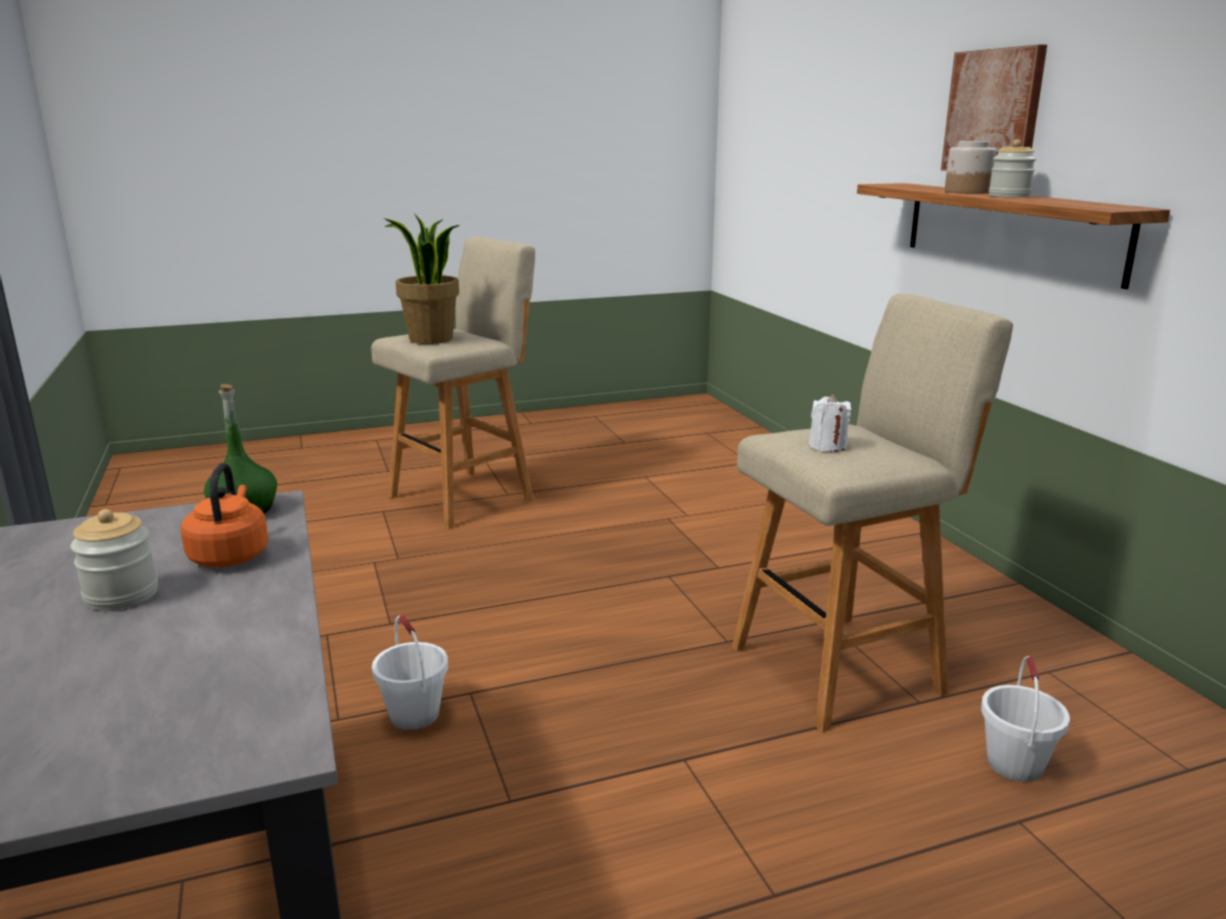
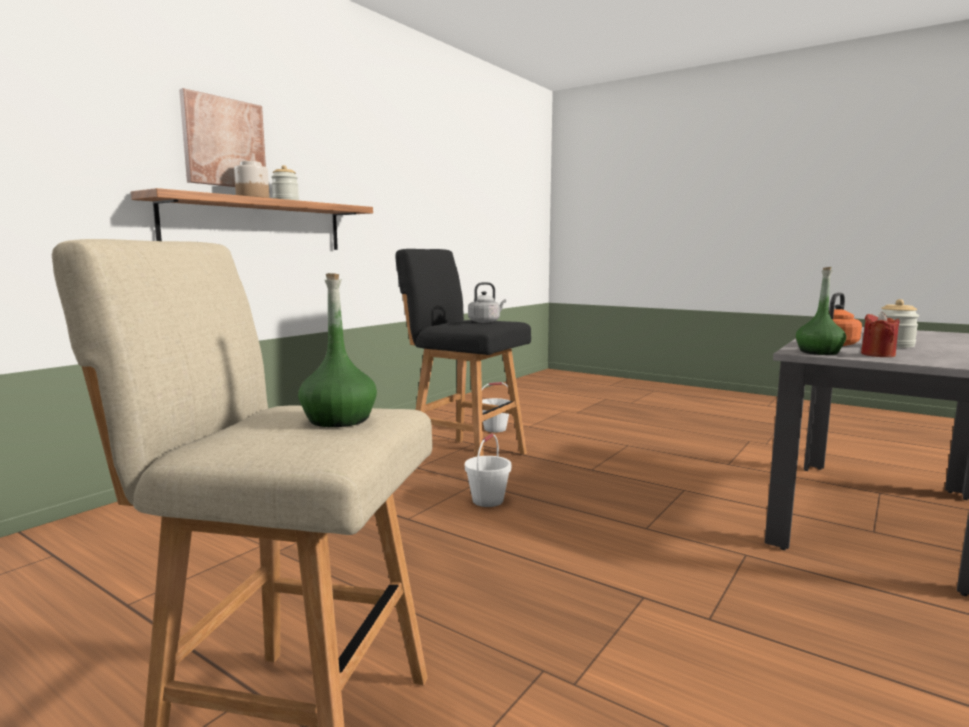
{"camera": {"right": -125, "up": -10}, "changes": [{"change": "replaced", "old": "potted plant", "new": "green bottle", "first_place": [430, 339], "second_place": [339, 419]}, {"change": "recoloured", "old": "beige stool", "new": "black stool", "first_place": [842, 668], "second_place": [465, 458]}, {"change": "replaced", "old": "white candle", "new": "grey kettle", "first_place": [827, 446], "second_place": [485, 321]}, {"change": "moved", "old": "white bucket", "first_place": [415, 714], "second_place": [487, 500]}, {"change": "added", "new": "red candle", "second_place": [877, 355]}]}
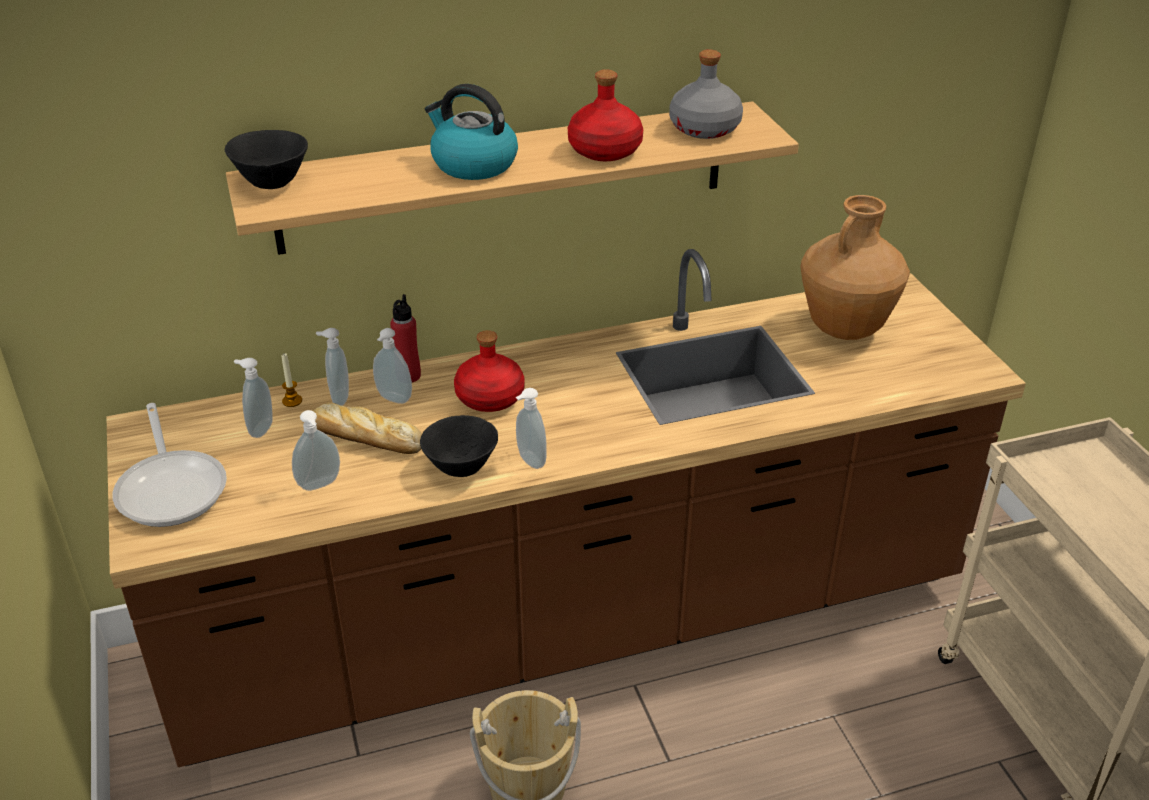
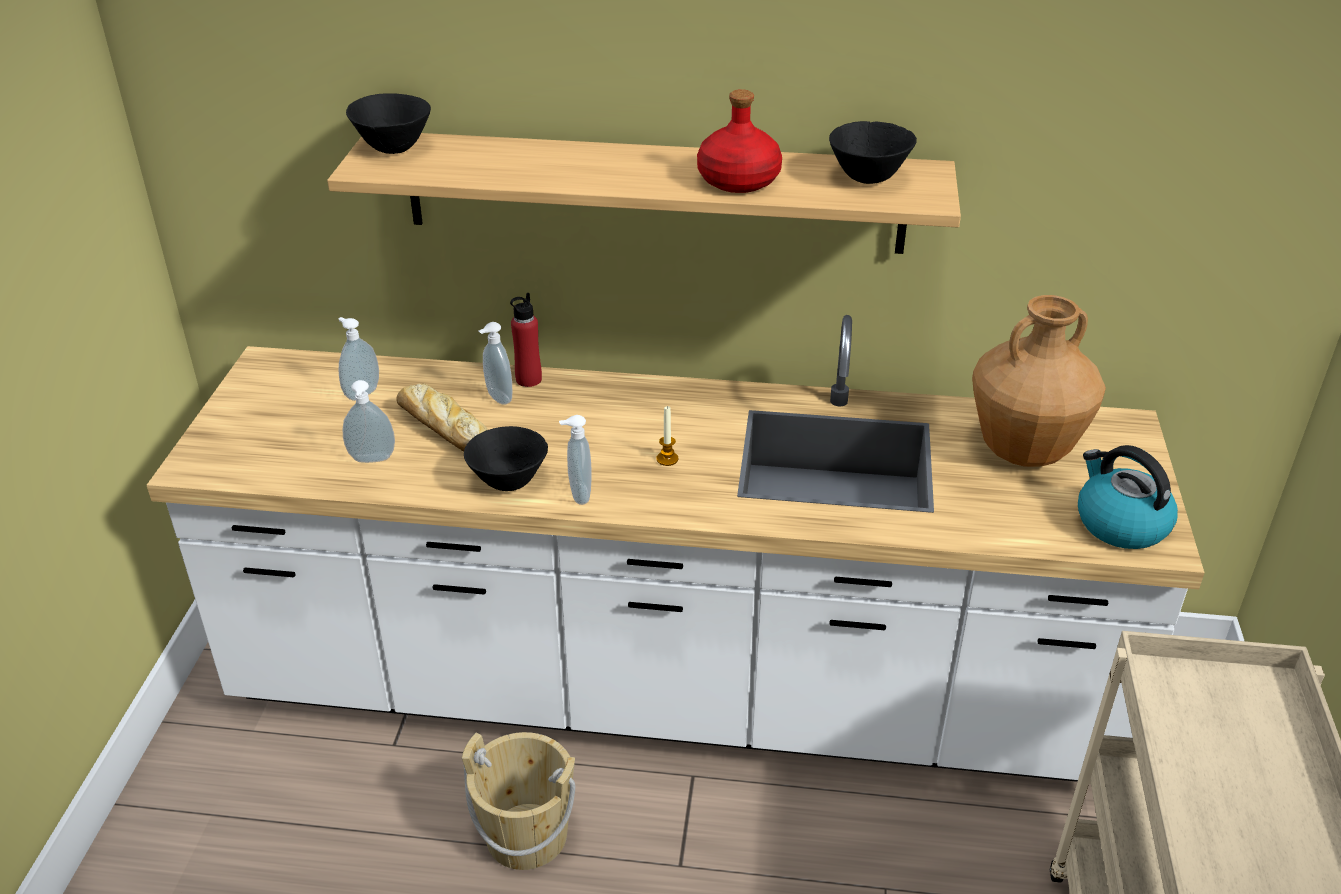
{"camera": {"right": 25, "up": 0}, "changes": [{"change": "replaced", "old": "grey bottle", "new": "black bowl", "first_place": [704, 128], "second_place": [867, 179]}, {"change": "moved", "old": "kettle", "first_place": [473, 164], "second_place": [1120, 523]}, {"change": "recoloured", "old": "brown counter", "new": "white counter", "first_place": [574, 624], "second_place": [670, 692]}, {"change": "removed", "old": "soap dispenser", "first_place": [338, 398]}, {"change": "removed", "old": "red bottle", "first_place": [490, 397]}, {"change": "moved", "old": "candle", "first_place": [292, 401], "second_place": [667, 459]}, {"change": "removed", "old": "frying pan", "first_place": [172, 488]}]}
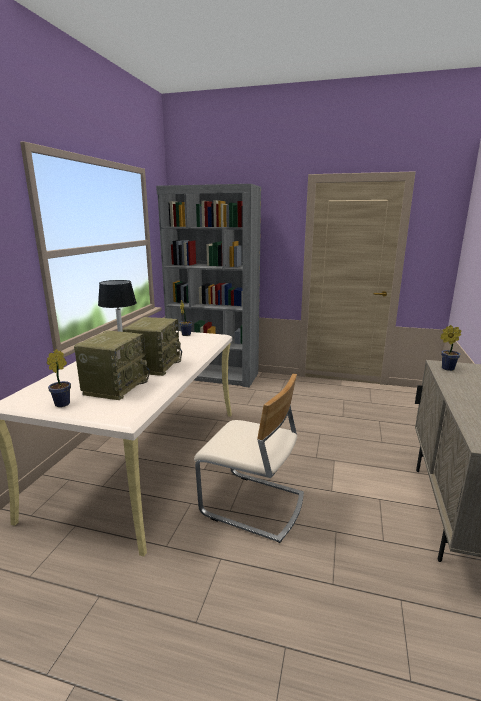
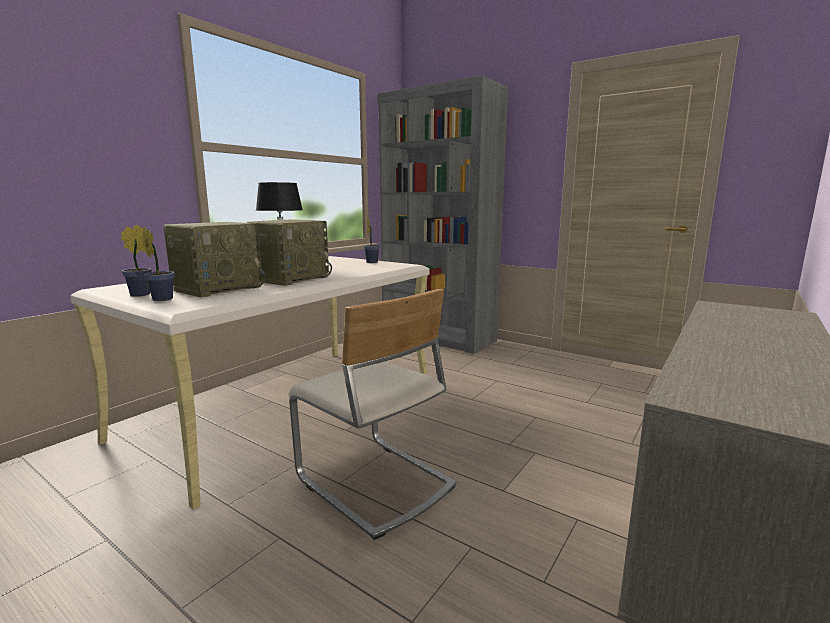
{"camera": {"right": 20, "up": -5}, "changes": [{"change": "moved", "old": "potted plant", "first_place": [446, 368], "second_place": [162, 299]}]}
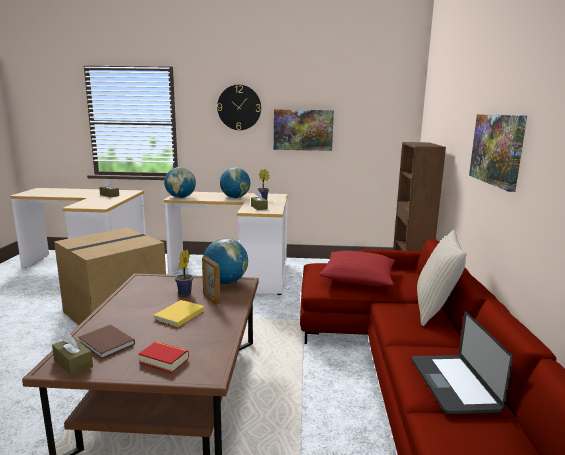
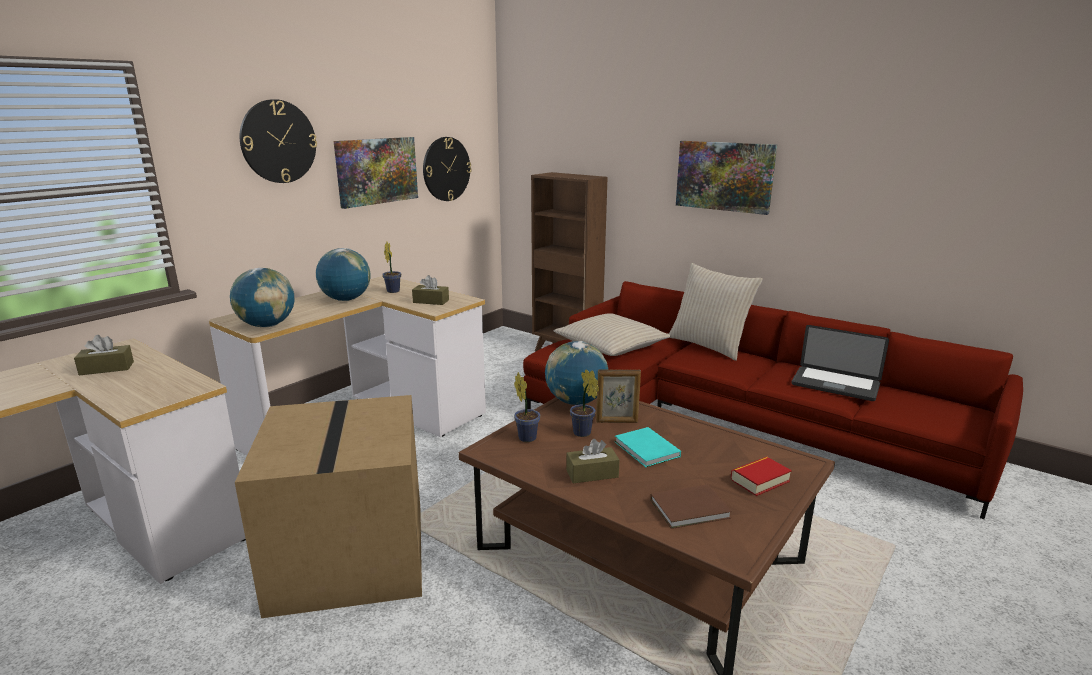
{"camera": {"right": -55, "up": 5}, "changes": [{"change": "recoloured", "old": "red pillow", "new": "beige pillow", "first_place": [358, 277], "second_place": [610, 346]}, {"change": "recoloured", "old": "yellow book", "new": "turquoise book", "first_place": [178, 315], "second_place": [647, 450]}, {"change": "moved", "old": "brown tissue box", "first_place": [73, 363], "second_place": [592, 474]}, {"change": "added", "new": "wall clock", "second_place": [446, 169]}, {"change": "added", "new": "potted plant", "second_place": [526, 437]}]}
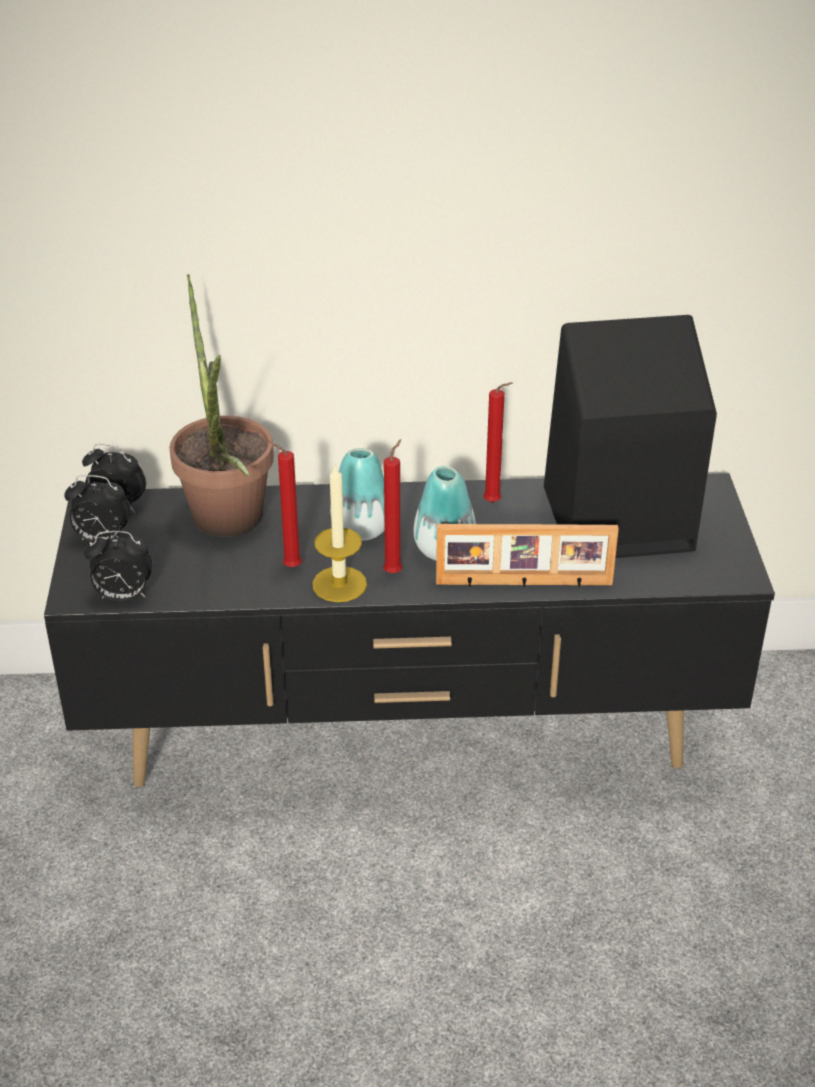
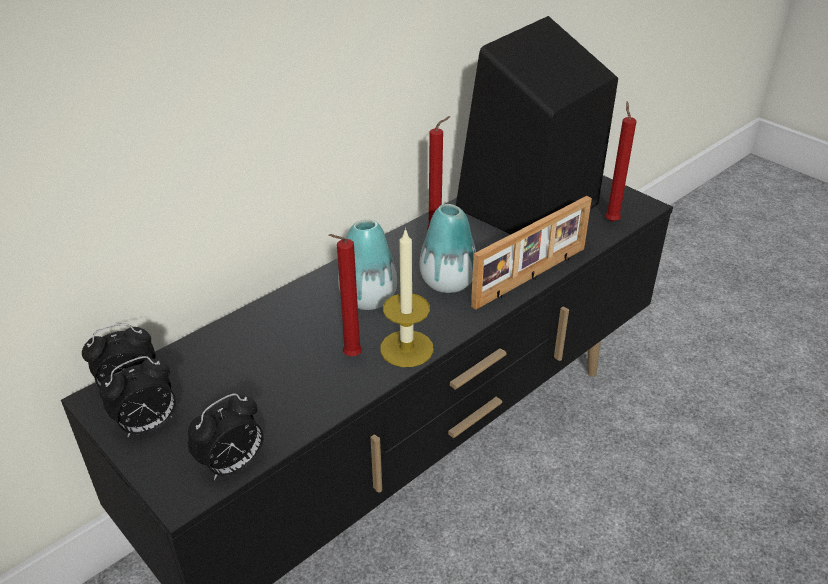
{"camera": {"right": -40, "up": 0}, "changes": [{"change": "removed", "old": "potted plant", "first_place": [229, 526]}, {"change": "moved", "old": "red candle", "first_place": [394, 571], "second_place": [611, 220]}]}
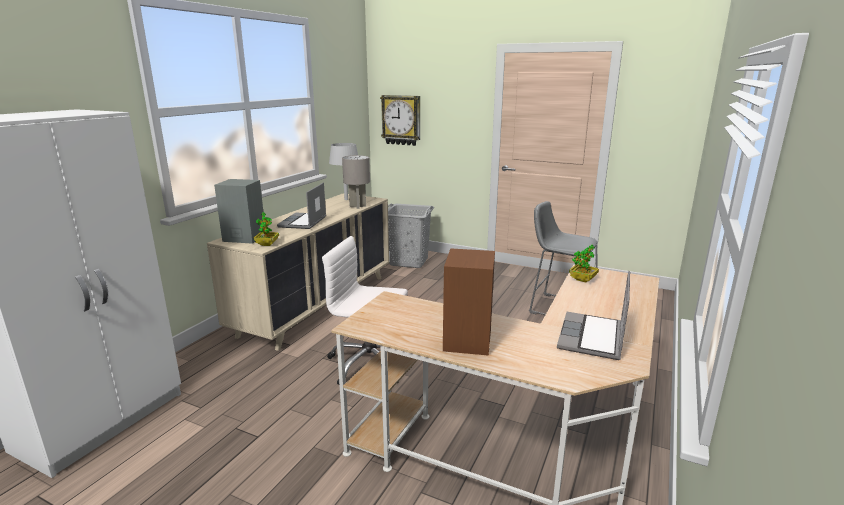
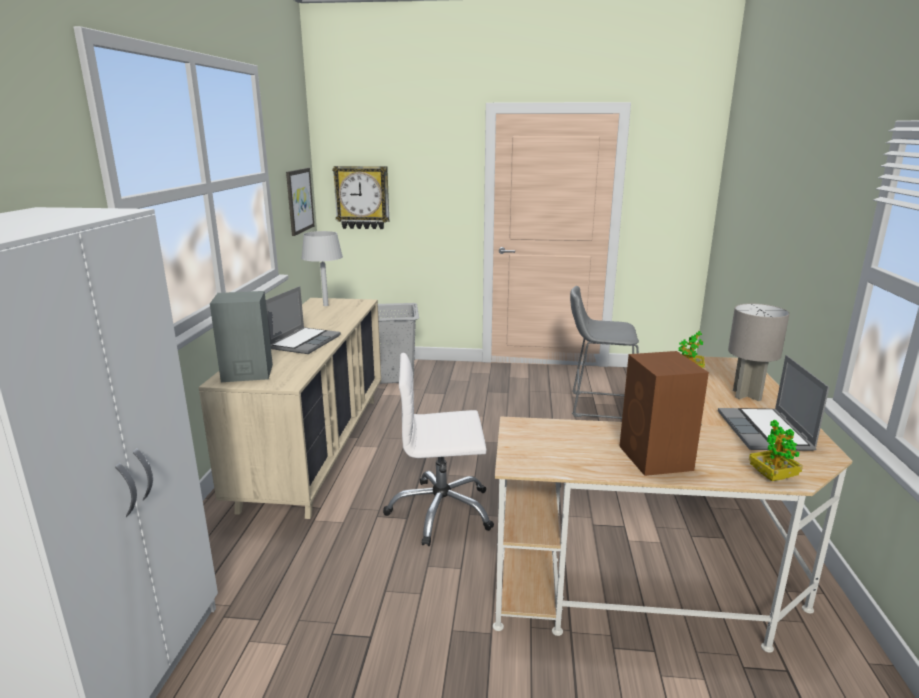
{"camera": {"right": -20, "up": 0}, "changes": [{"change": "moved", "old": "grey table lamp", "first_place": [357, 206], "second_place": [746, 395]}, {"change": "turned", "old": "laptop", "first_place": [303, 222], "second_place": [304, 342], "degrees": -150}, {"change": "moved", "old": "potted plant", "first_place": [267, 244], "second_place": [772, 476]}, {"change": "added", "new": "picture", "second_place": [299, 200]}]}
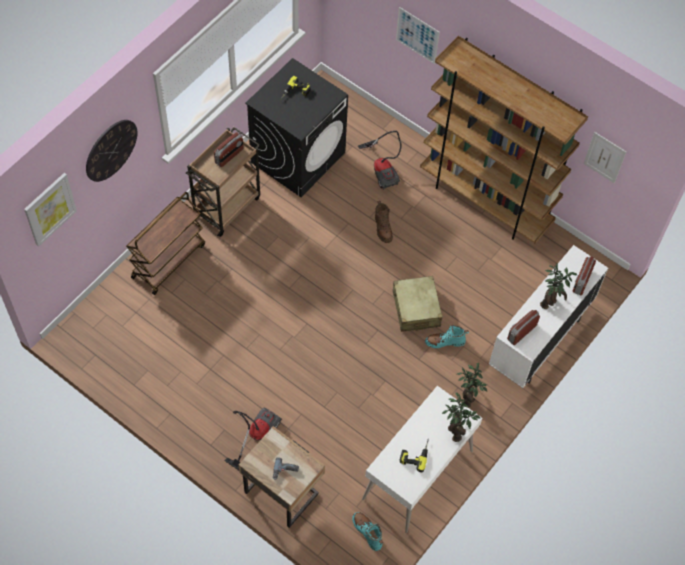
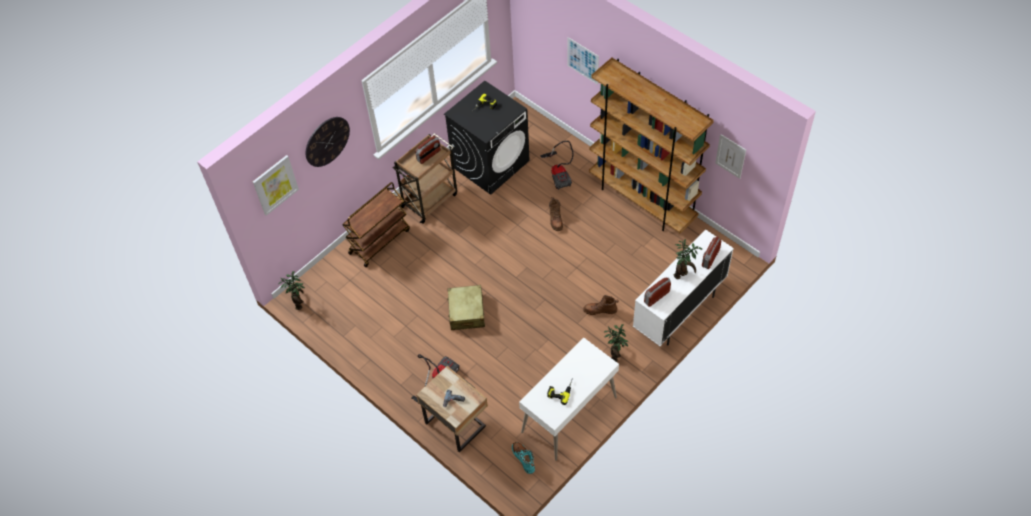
{"camera": {"right": 10, "up": -5}, "changes": [{"change": "moved", "old": "beige suitcase", "first_place": [416, 309], "second_place": [466, 312]}, {"change": "recoloured", "old": "turquoise boot", "new": "brown boot", "first_place": [445, 342], "second_place": [600, 310]}, {"change": "moved", "old": "potted plant", "first_place": [455, 430], "second_place": [299, 302]}]}
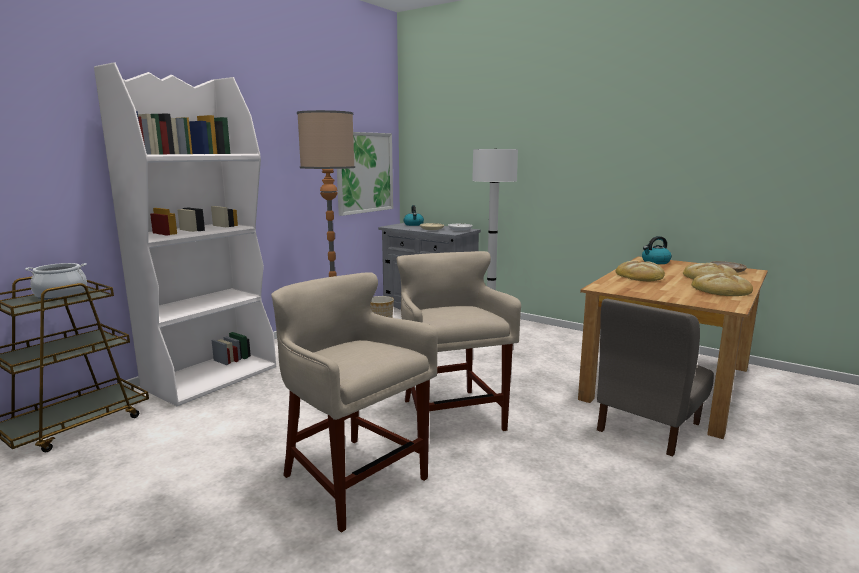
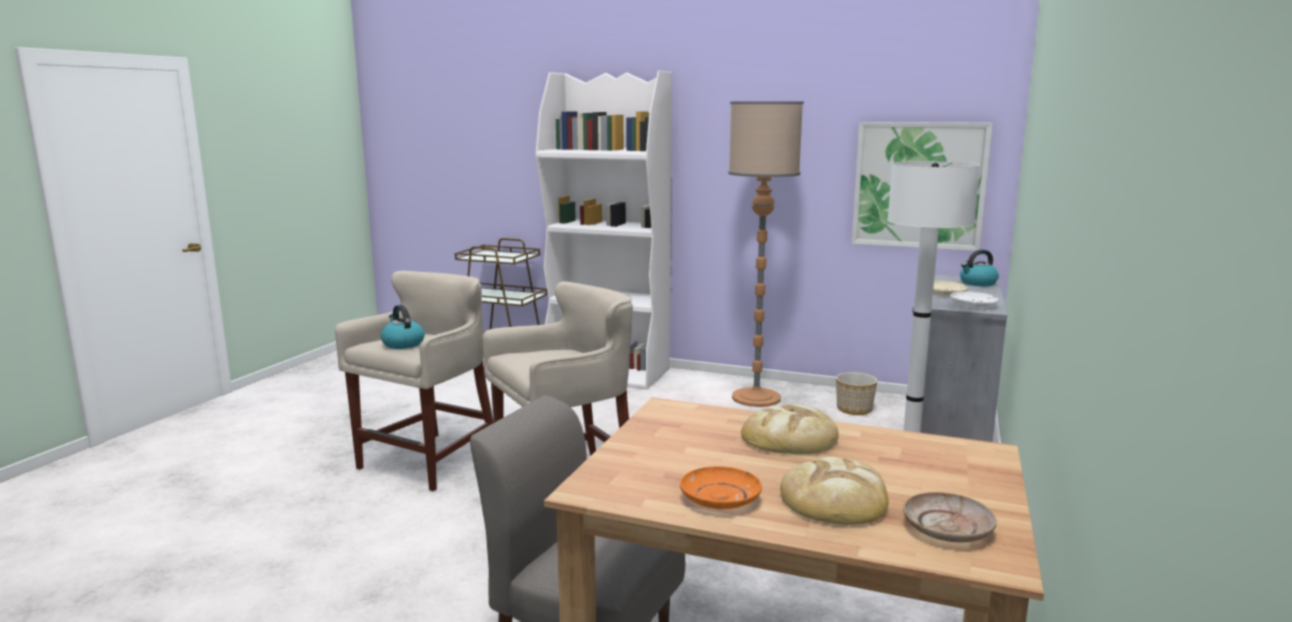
{"camera": {"right": 75, "up": 0}, "changes": [{"change": "moved", "old": "kettle", "first_place": [655, 262], "second_place": [402, 344]}, {"change": "removed", "old": "cooking pot", "first_place": [61, 295]}, {"change": "replaced", "old": "bread", "new": "orange plate", "first_place": [721, 290], "second_place": [720, 498]}]}
